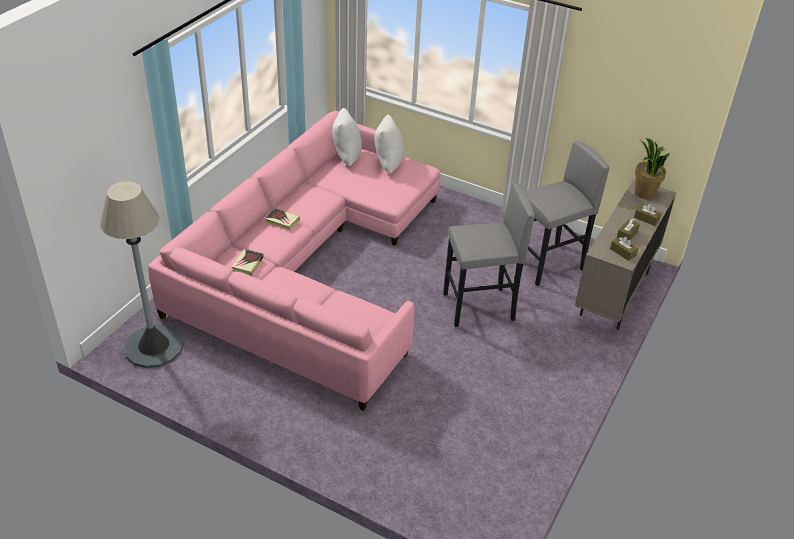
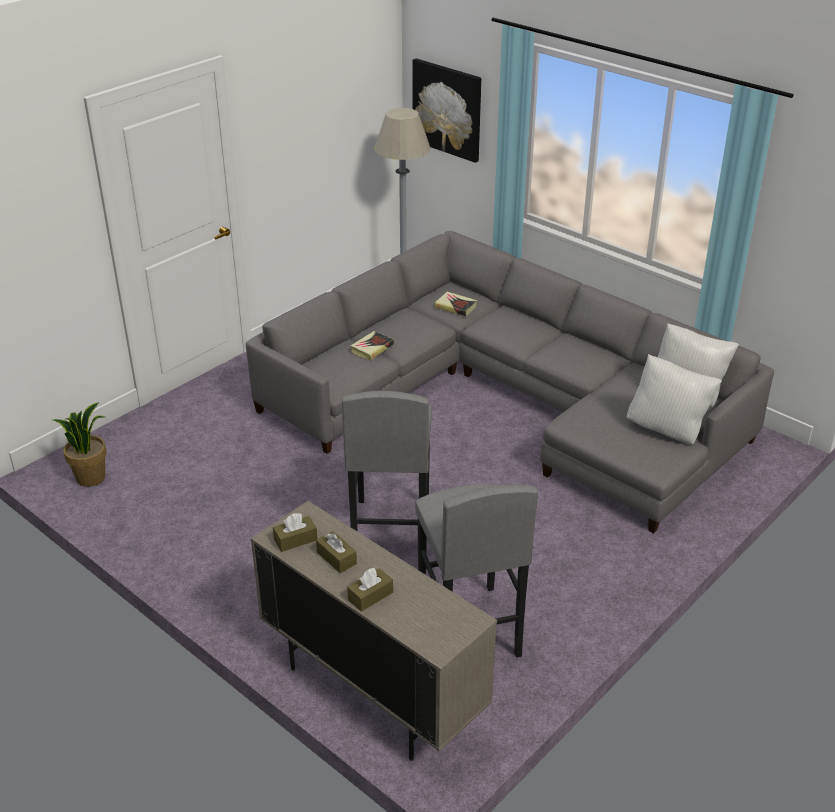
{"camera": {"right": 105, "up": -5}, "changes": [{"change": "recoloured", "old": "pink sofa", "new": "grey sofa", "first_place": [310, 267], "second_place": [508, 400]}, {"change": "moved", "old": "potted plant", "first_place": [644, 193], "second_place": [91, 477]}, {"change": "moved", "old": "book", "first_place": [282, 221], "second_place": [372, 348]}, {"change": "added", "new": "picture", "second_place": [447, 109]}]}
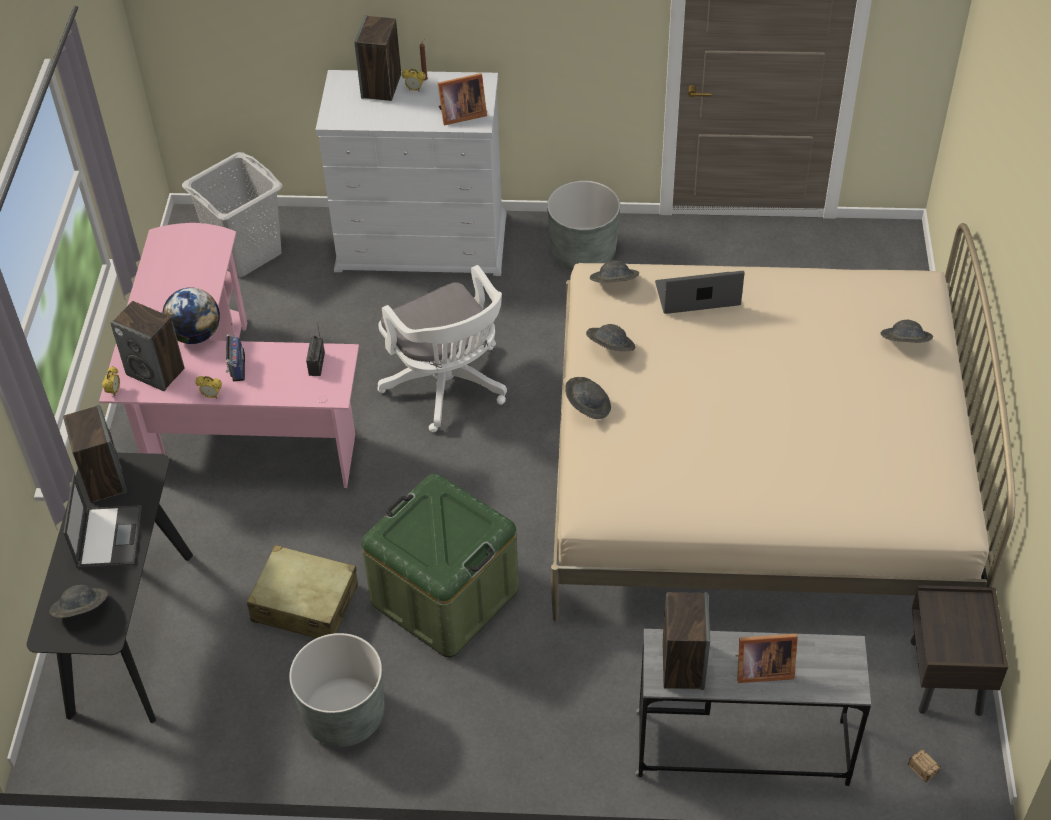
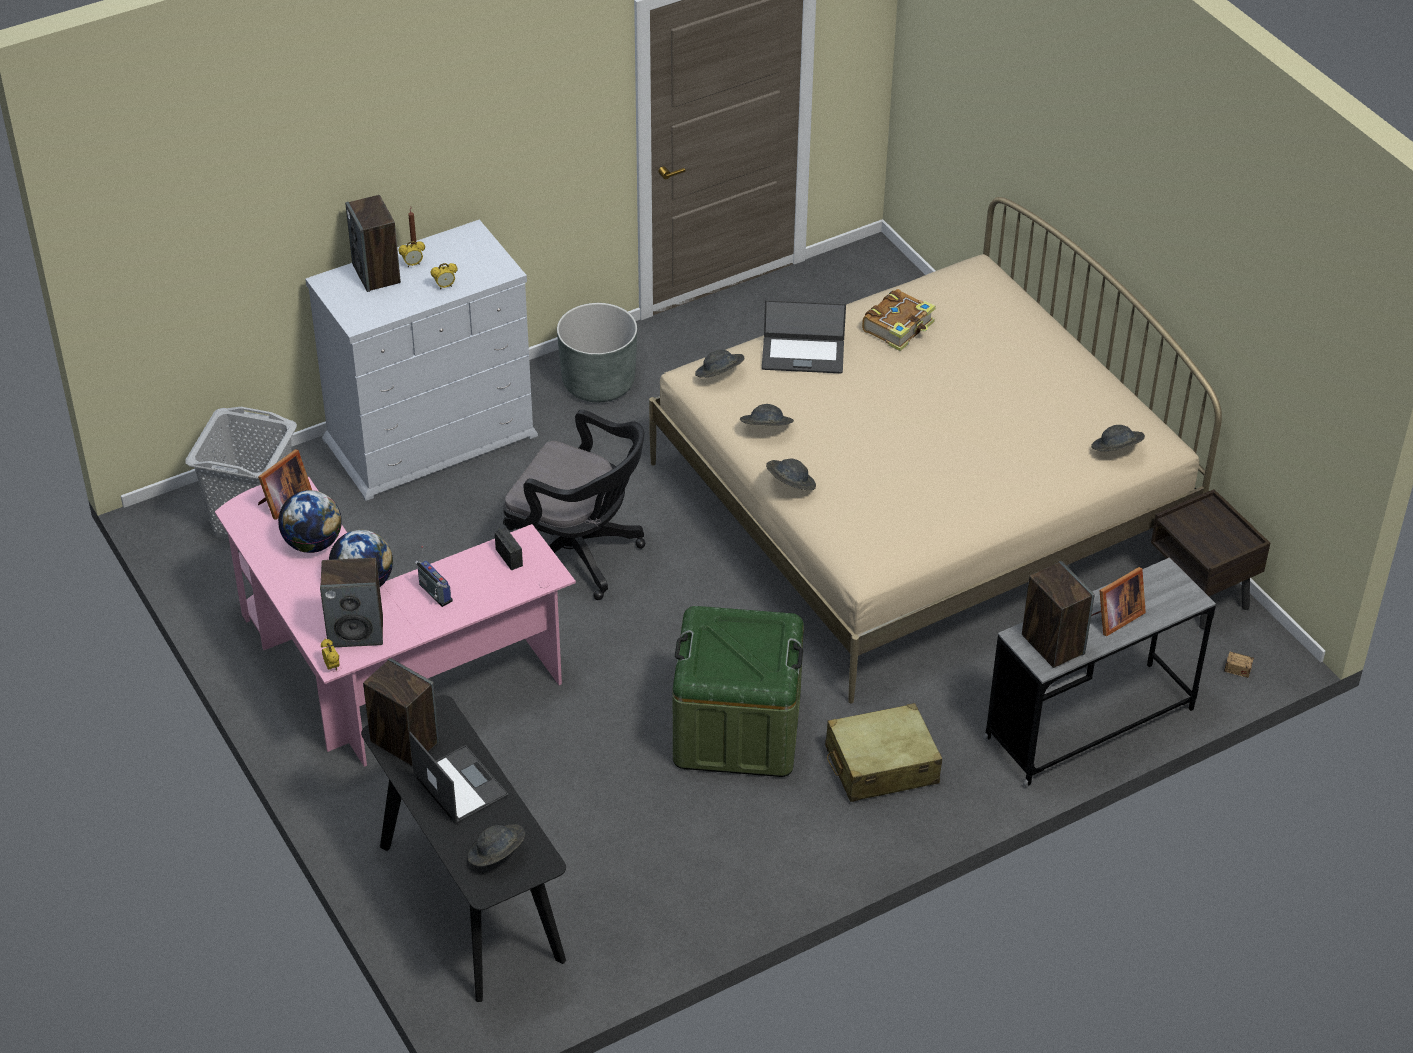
{"camera": {"right": -35, "up": -5}, "changes": [{"change": "moved", "old": "picture frame", "first_place": [460, 115], "second_place": [283, 502]}, {"change": "recoloured", "old": "white office chair", "new": "black office chair", "first_place": [448, 387], "second_place": [578, 555]}, {"change": "turned", "old": "laptop", "first_place": [697, 295], "second_place": [803, 354], "degrees": -135}, {"change": "moved", "old": "grey hat", "first_place": [904, 343], "second_place": [1116, 451]}, {"change": "moved", "old": "alarm clock", "first_place": [212, 396], "second_place": [445, 286]}, {"change": "moved", "old": "beige suitcase", "first_place": [305, 604], "second_place": [881, 765]}, {"change": "removed", "old": "grey planter", "first_place": [344, 715]}, {"change": "added", "new": "book", "second_place": [899, 327]}, {"change": "added", "new": "globe", "second_place": [313, 544]}]}
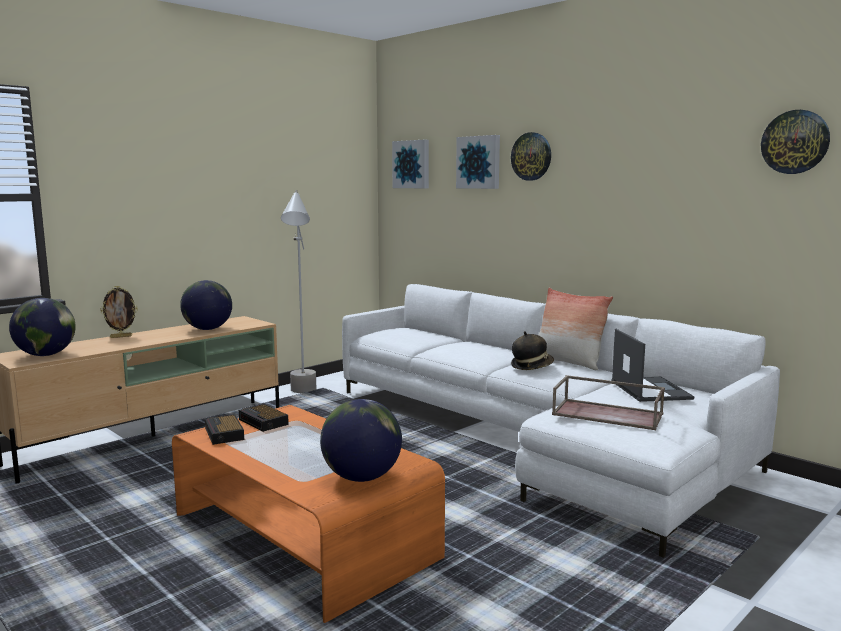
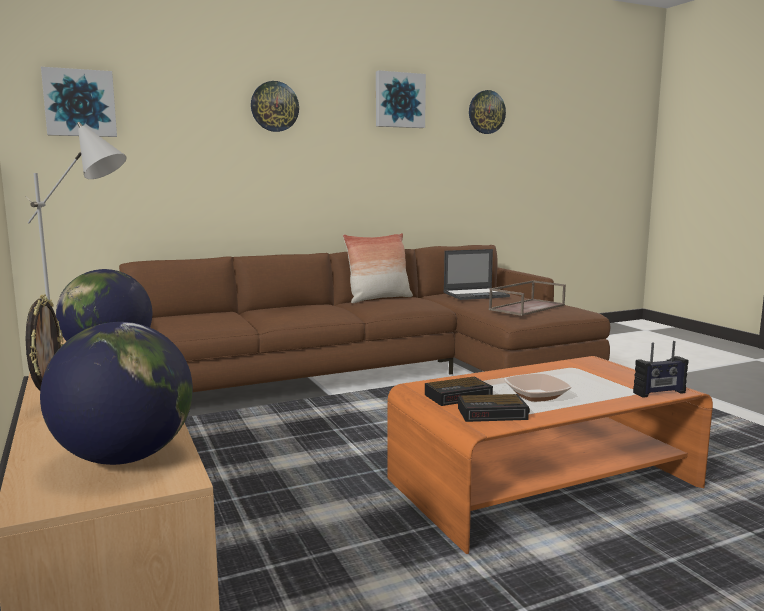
{"camera": {"right": -70, "up": 0}, "changes": [{"change": "moved", "old": "picture", "first_place": [479, 162], "second_place": [399, 100]}, {"change": "recoloured", "old": "white sofa", "new": "brown sofa", "first_place": [533, 437], "second_place": [375, 374]}, {"change": "turned", "old": "laptop", "first_place": [649, 389], "second_place": [476, 294], "degrees": 150}, {"change": "removed", "old": "hat", "first_place": [531, 366]}, {"change": "removed", "old": "globe", "first_place": [362, 478]}, {"change": "added", "new": "radio", "second_place": [659, 393]}, {"change": "added", "new": "bowl", "second_place": [536, 395]}]}
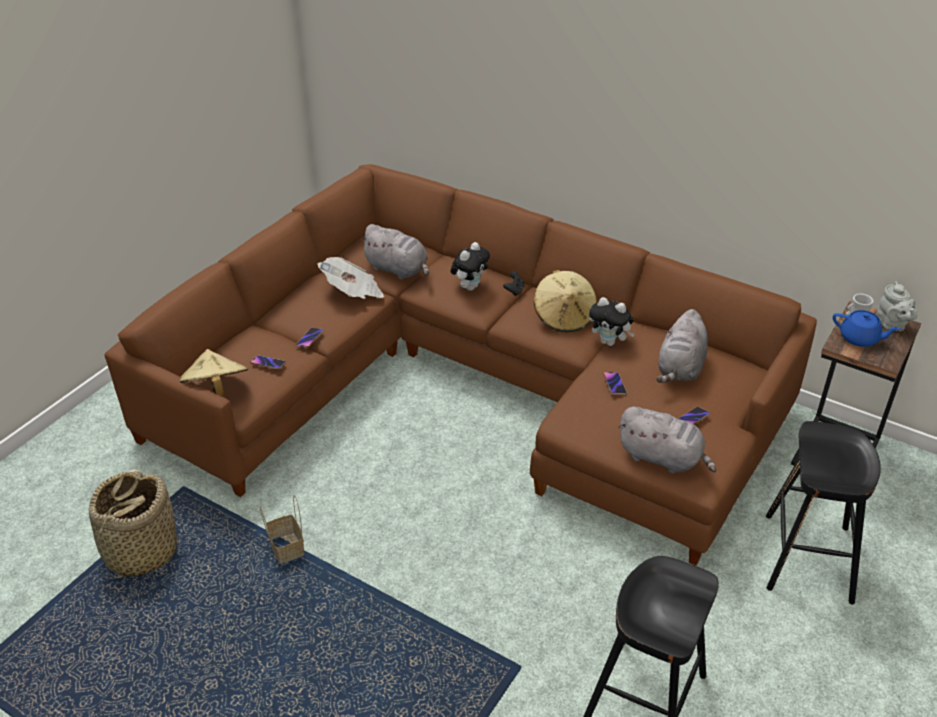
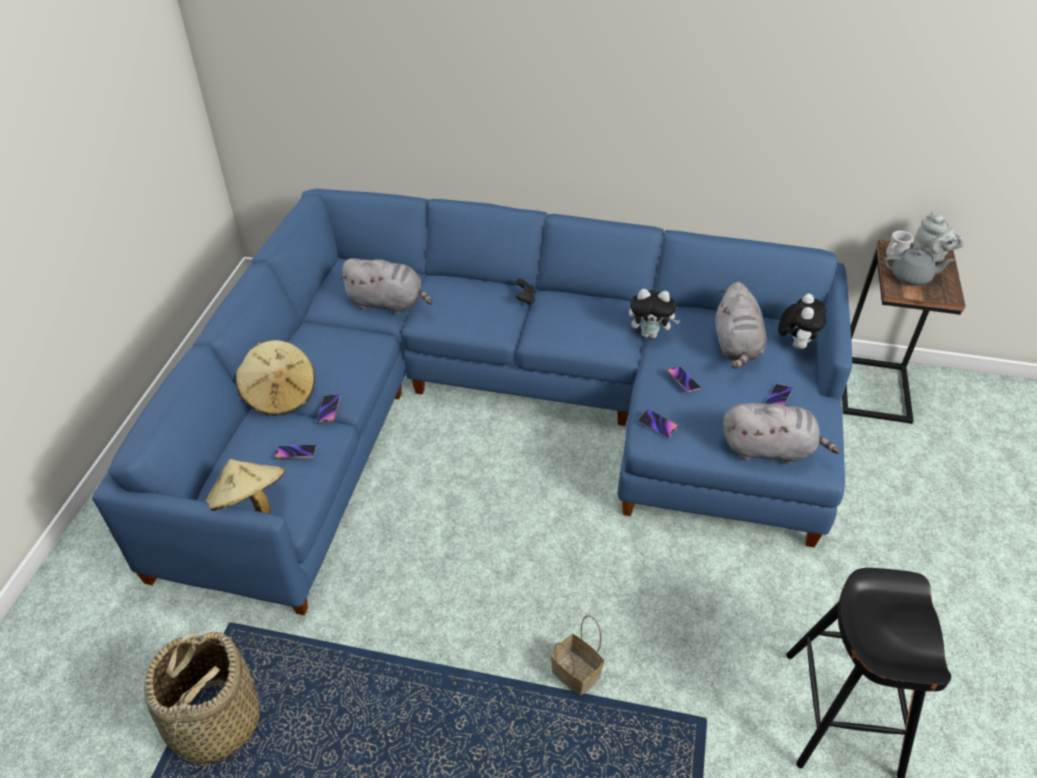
{"camera": {"right": -20, "up": 5}, "changes": [{"change": "recoloured", "old": "brown sofa", "new": "blue sofa", "first_place": [471, 386], "second_place": [498, 411]}, {"change": "moved", "old": "plush toy", "first_place": [470, 286], "second_place": [795, 344]}, {"change": "removed", "old": "newspaper", "first_place": [353, 292]}, {"change": "moved", "old": "beige hat", "first_place": [564, 317], "second_place": [280, 394]}, {"change": "recoloured", "old": "blue teapot", "new": "grey teapot", "first_place": [860, 338], "second_place": [911, 277]}, {"change": "removed", "old": "black stool", "first_place": [808, 557]}, {"change": "moved", "old": "basket", "first_place": [286, 548], "second_place": [574, 673]}, {"change": "added", "new": "phone", "second_place": [657, 425]}]}
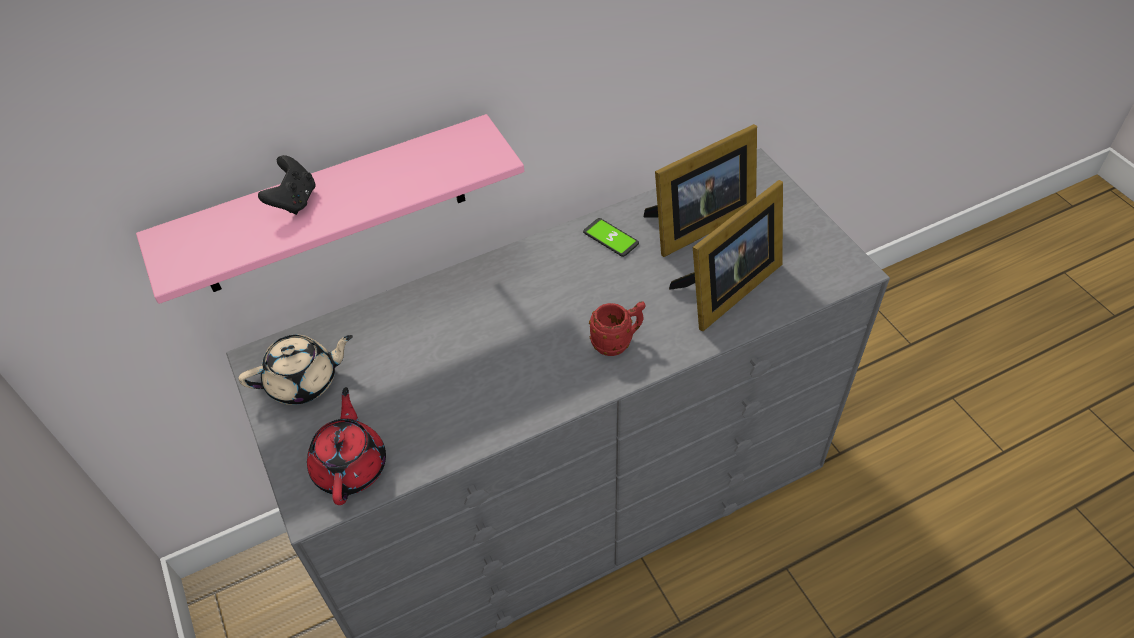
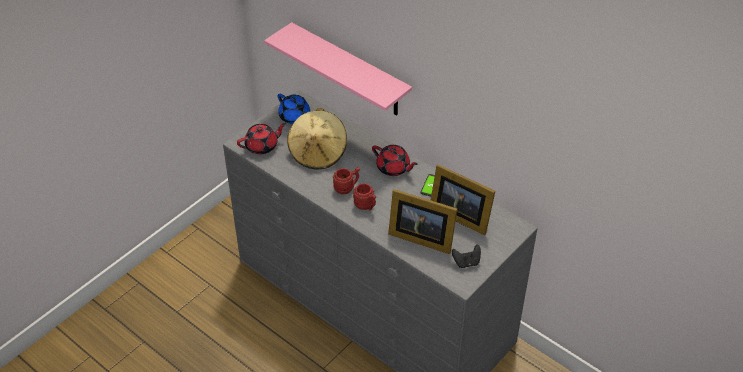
{"camera": {"right": 65, "up": -5}, "changes": [{"change": "moved", "old": "black game controller", "first_place": [294, 201], "second_place": [466, 262]}, {"change": "recoloured", "old": "beige teapot", "new": "blue teapot", "first_place": [304, 381], "second_place": [295, 117]}, {"change": "added", "new": "beige hat", "second_place": [318, 153]}, {"change": "added", "new": "red teapot", "second_place": [393, 168]}, {"change": "added", "new": "red mug", "second_place": [347, 188]}]}
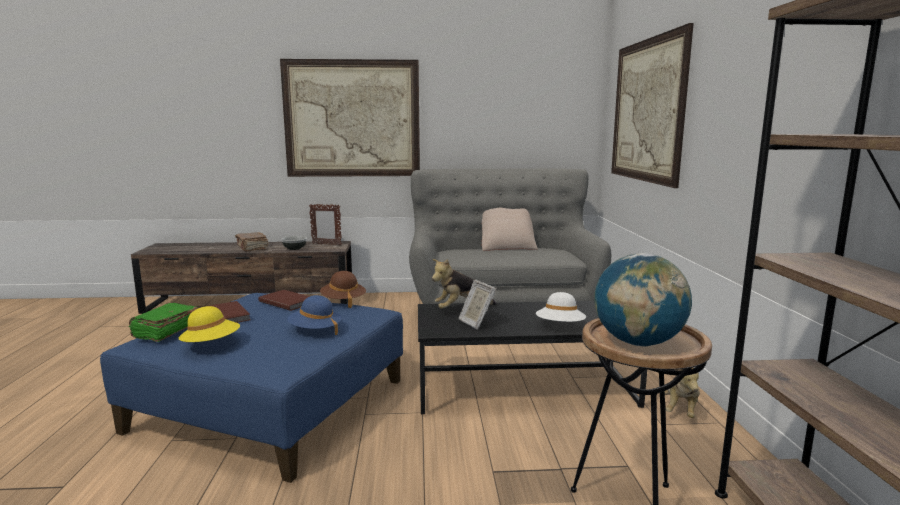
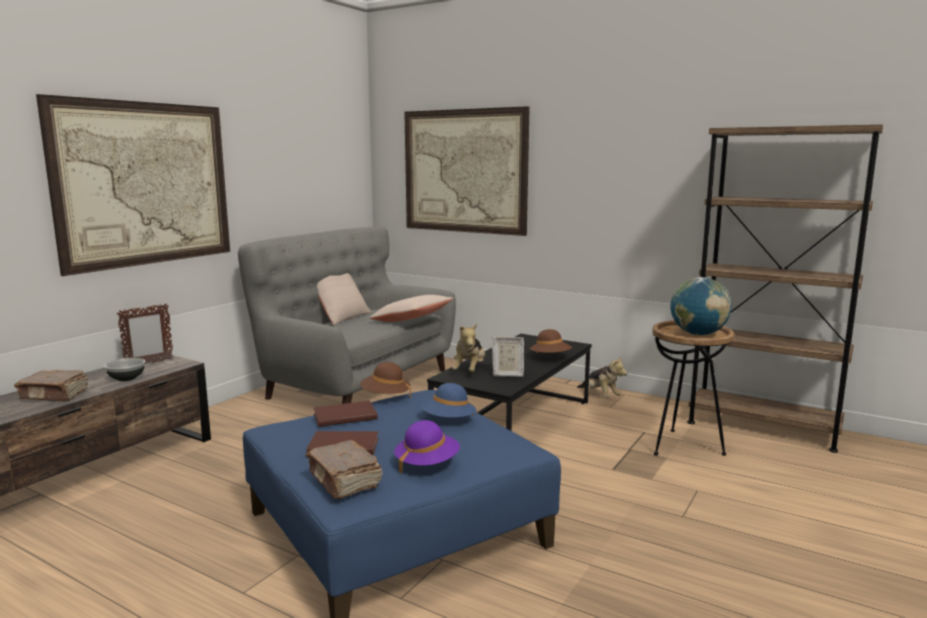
{"camera": {"right": -55, "up": 0}, "changes": [{"change": "recoloured", "old": "white hat", "new": "brown hat", "first_place": [560, 327], "second_place": [550, 358]}, {"change": "recoloured", "old": "green book", "new": "brown book", "first_place": [166, 332], "second_place": [344, 481]}, {"change": "recoloured", "old": "yellow hat", "new": "purple hat", "first_place": [211, 345], "second_place": [427, 464]}, {"change": "added", "new": "beige pillow", "second_place": [411, 320]}]}
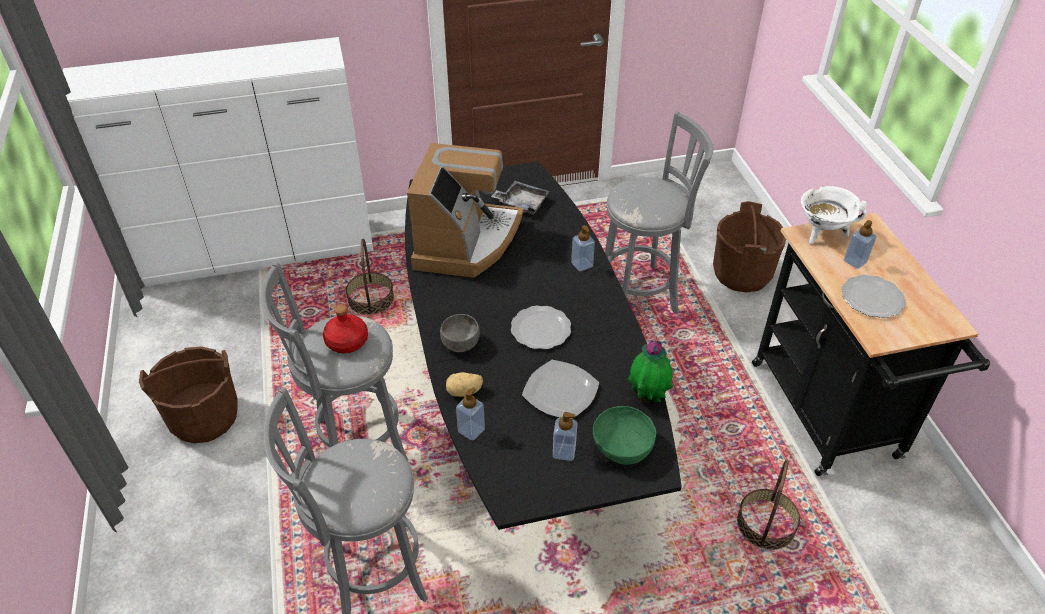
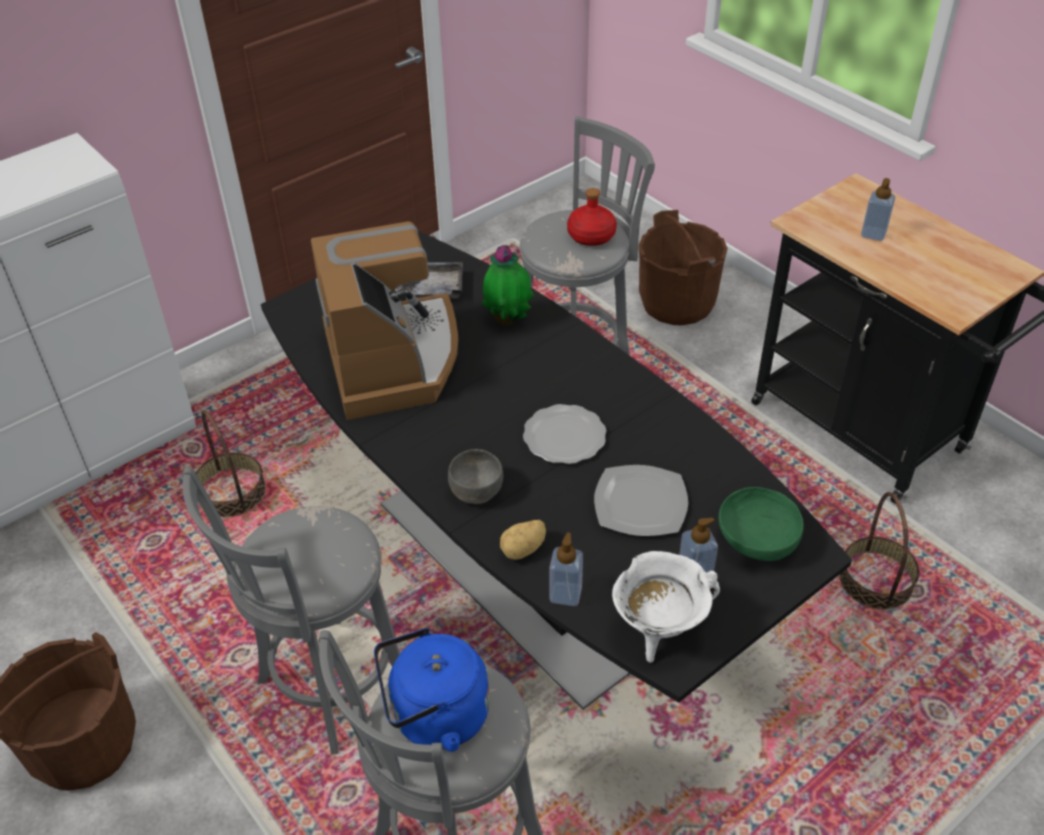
{"camera": {"right": -25, "up": 0}, "changes": [{"change": "moved", "old": "white cooking pot", "first_place": [822, 233], "second_place": [659, 630]}, {"change": "removed", "old": "soap dispenser", "first_place": [582, 264]}, {"change": "removed", "old": "plate", "first_place": [871, 299]}, {"change": "moved", "old": "red bottle", "first_place": [346, 342], "second_place": [591, 236]}, {"change": "moved", "old": "potted plant", "first_place": [648, 397], "second_place": [508, 320]}, {"change": "added", "new": "blue kettle", "second_place": [434, 717]}]}
